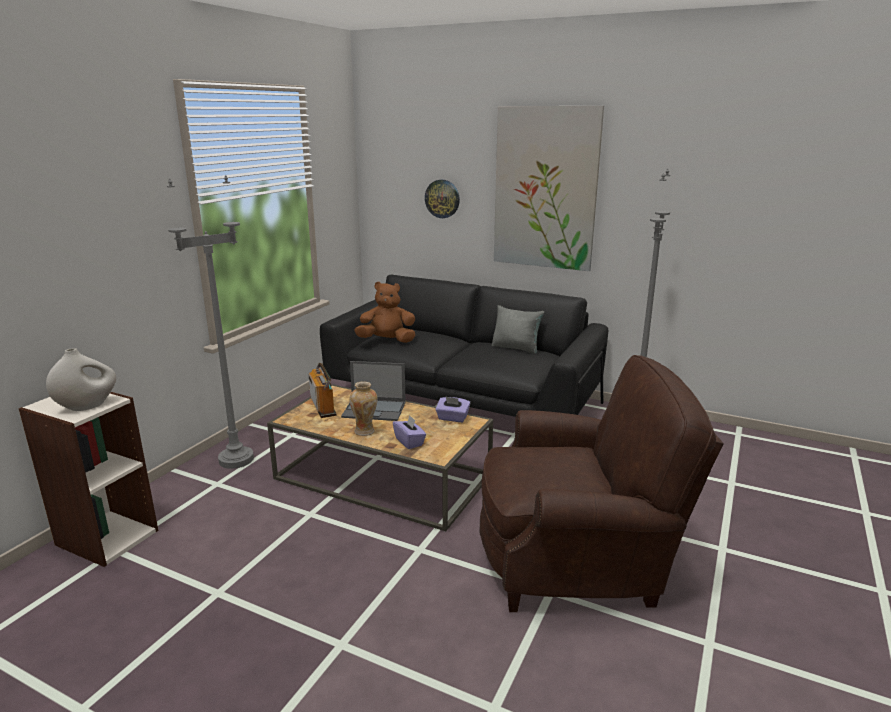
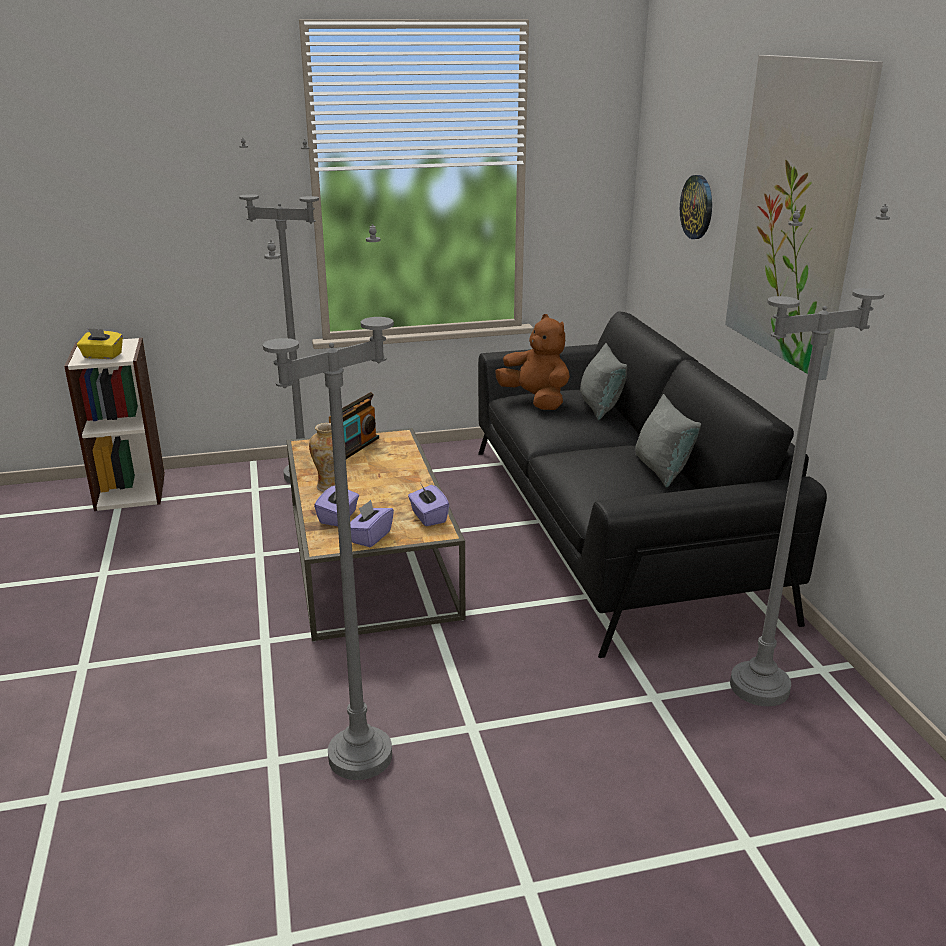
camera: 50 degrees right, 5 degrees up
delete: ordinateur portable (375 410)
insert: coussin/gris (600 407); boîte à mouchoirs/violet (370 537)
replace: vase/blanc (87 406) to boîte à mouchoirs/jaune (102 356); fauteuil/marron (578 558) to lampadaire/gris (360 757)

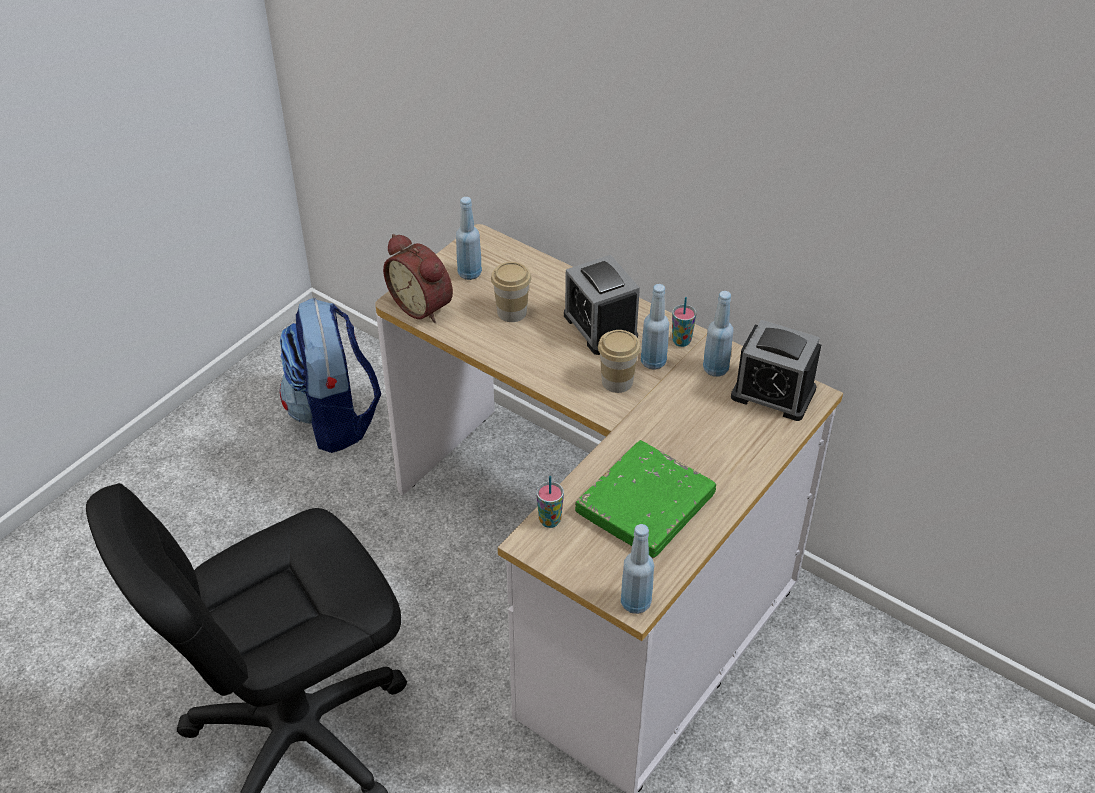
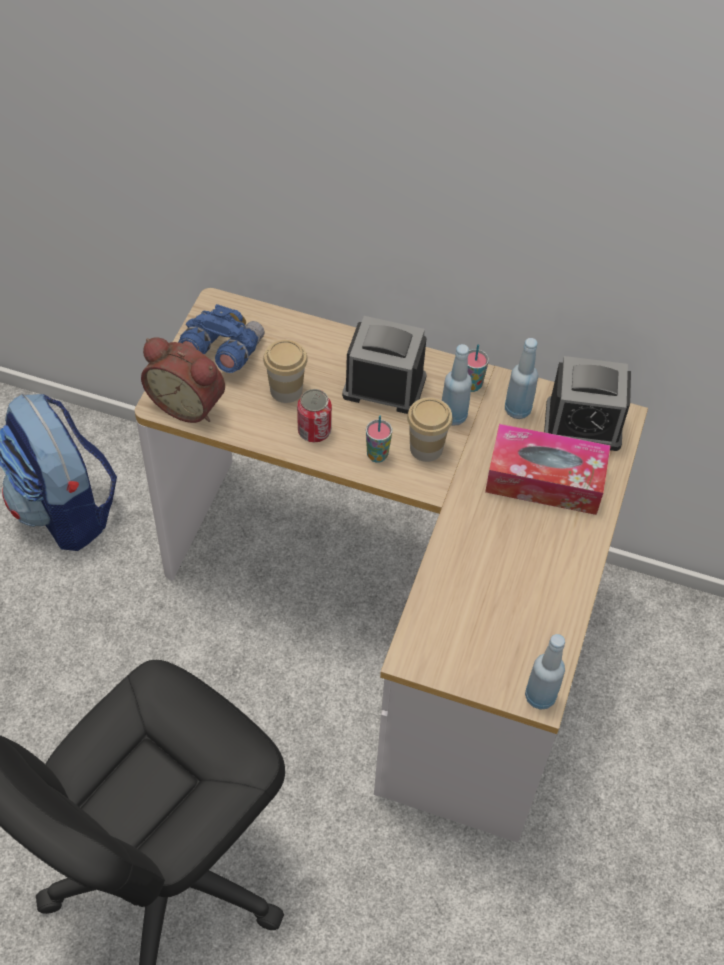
camera: 20 degrees left, 10 degrees up
delete: livre/vert (645 504)
insert: boîte métallique (314 431); boîte à mouchoirs (544 480)
move: tasse (550 520) to (377 455)
replace: bouteille/bleu (469 273) to jumelles/bleu (222 352)
rotate: réveil (600 327) = (384 386) 150 degrees clockwise

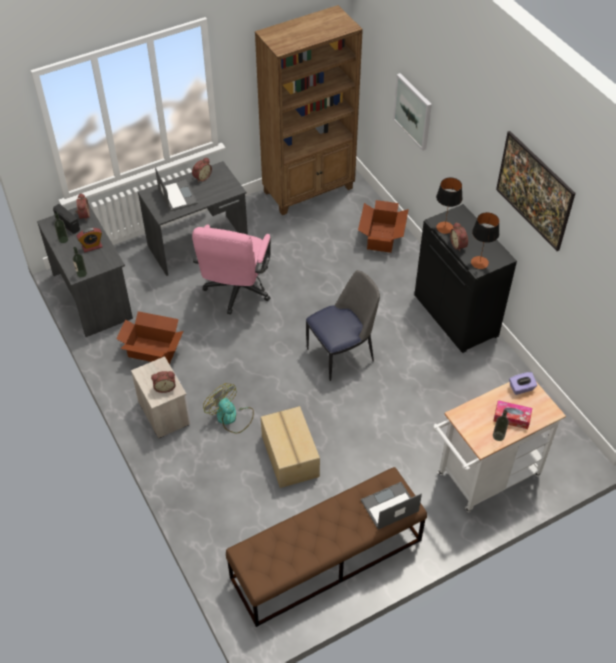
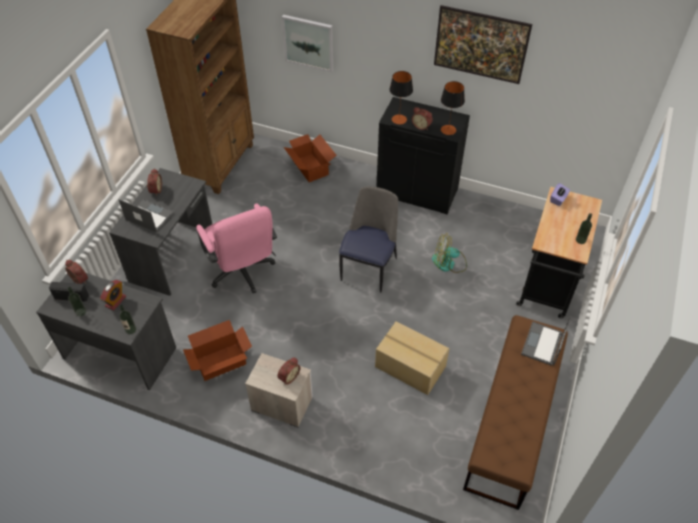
camera: 40 degrees left, 0 degrees up
delete: boîte à mouchoirs (511 418)
move: ventilateur (231 417) to (448 263)
recolor: chariot/blanc (483 478) to chariot/noir (546 289)

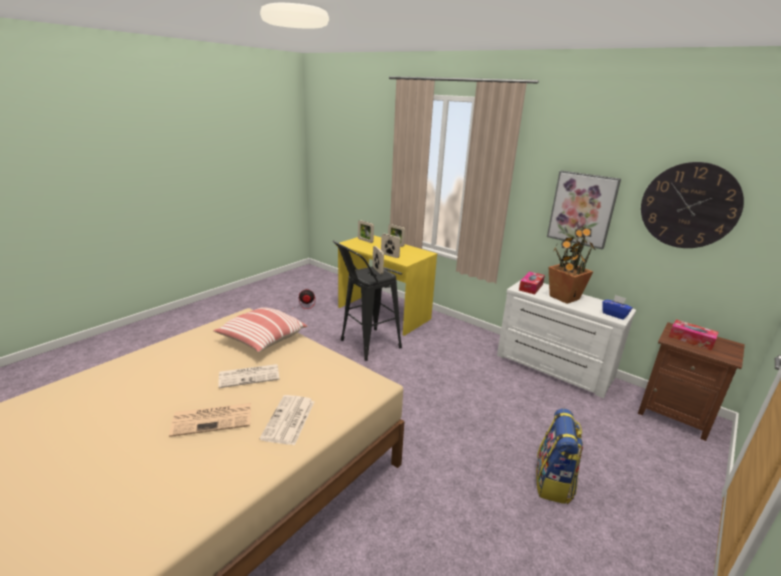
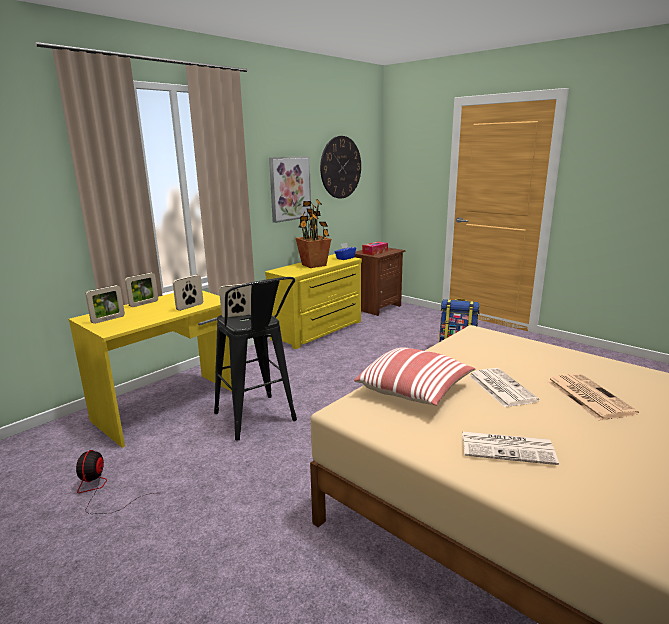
camera: 85 degrees left, 5 degrees down
delete: boîte à mouchoirs (531 287)
move: journal (289 420) to (508 448)
recolor: commode/blanc (552 368) to commode/jaune (319 331)

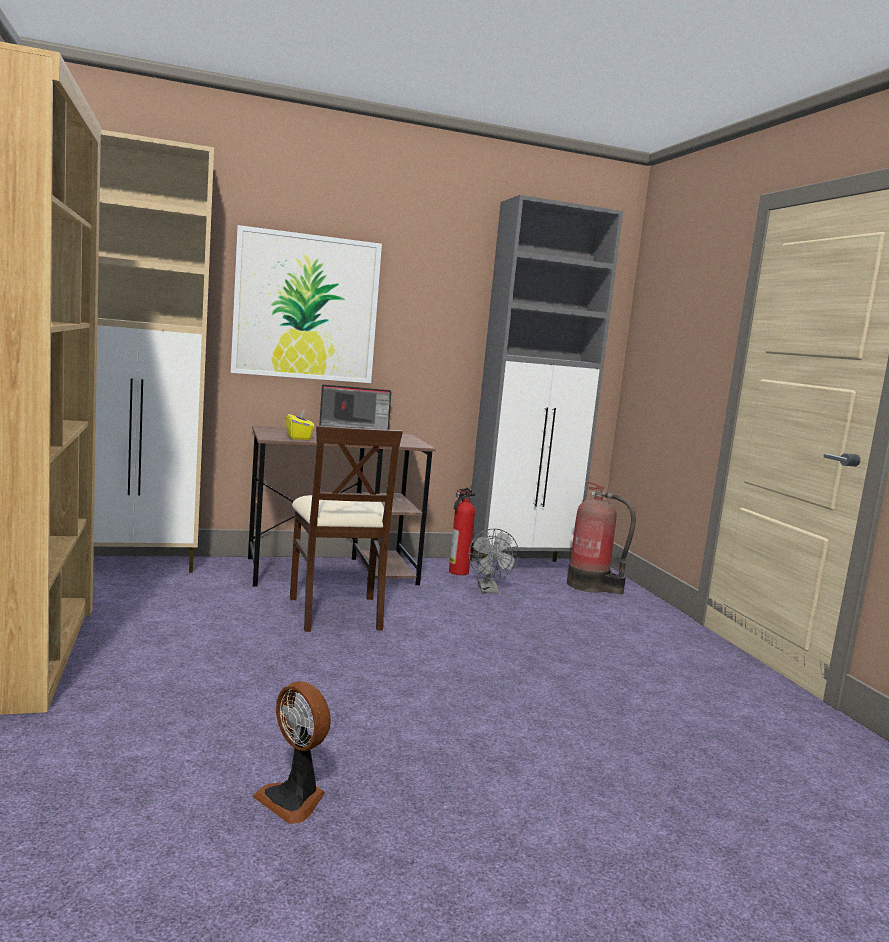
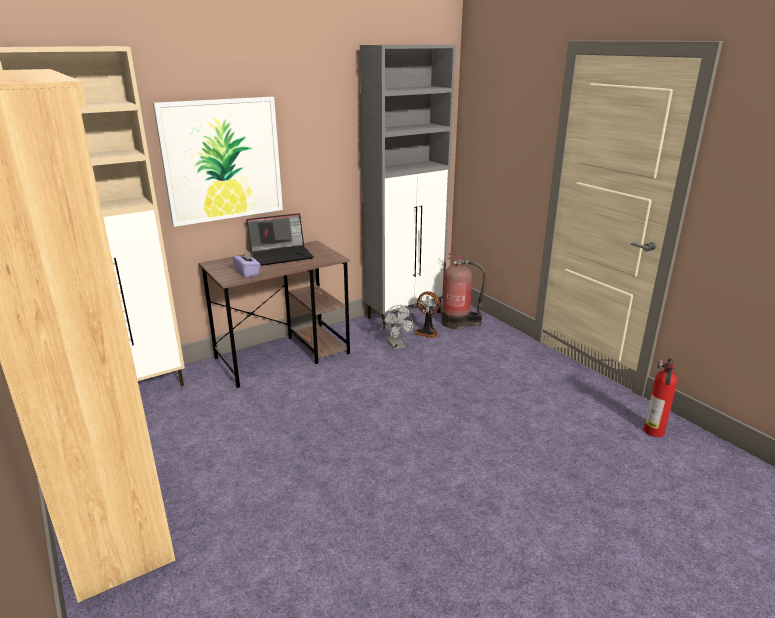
camera: 15 degrees left, 15 degrees up
delete: chaise/beige (336 612)
move: extincteur (457 572) to (654 432); ventilateur (294 799) to (427 332)
recolor: boîte à mouchoirs/jaune (299 437) to boîte à mouchoirs/violet (247 273)

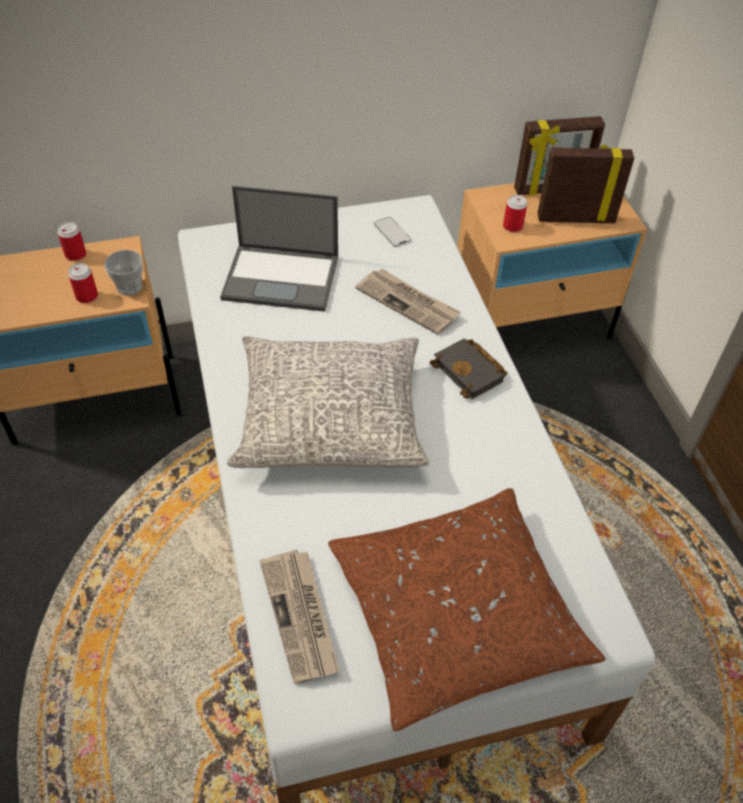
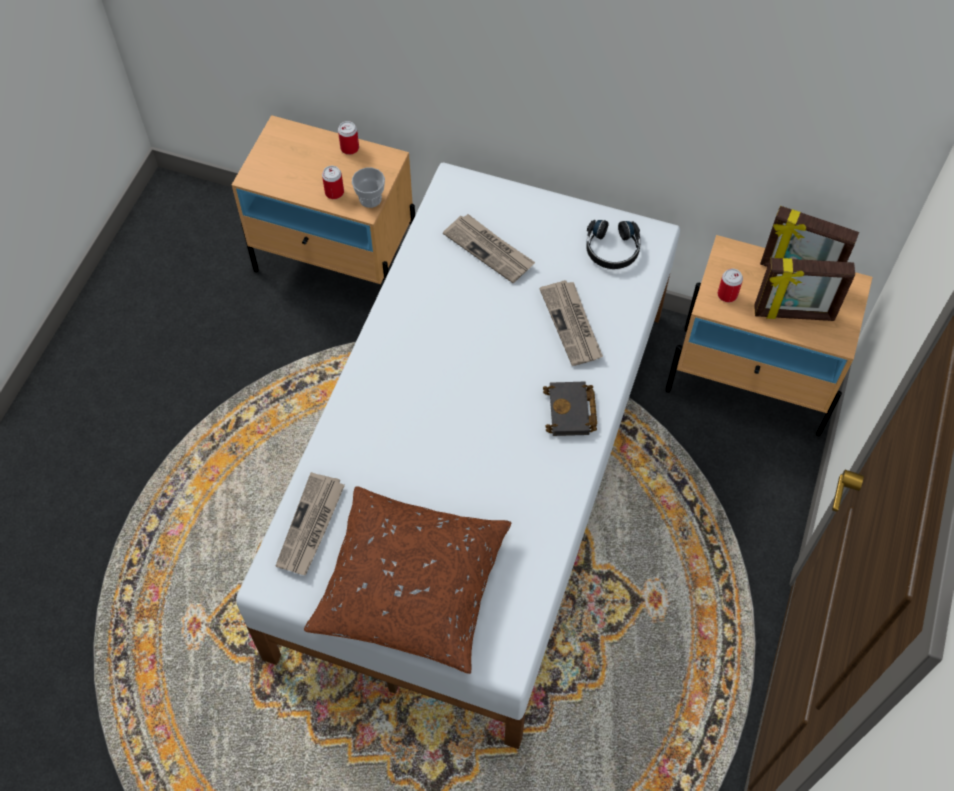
camera: 35 degrees right, 10 degrees up
delete: coussin/gris (330 418)
replace: ordinateur portable (282 278) to journal (489 249); téléphone (392 233) to casque audio/noir (612 250)
rotate: cadre photo (575 218) = (794 314) 150 degrees clockwise

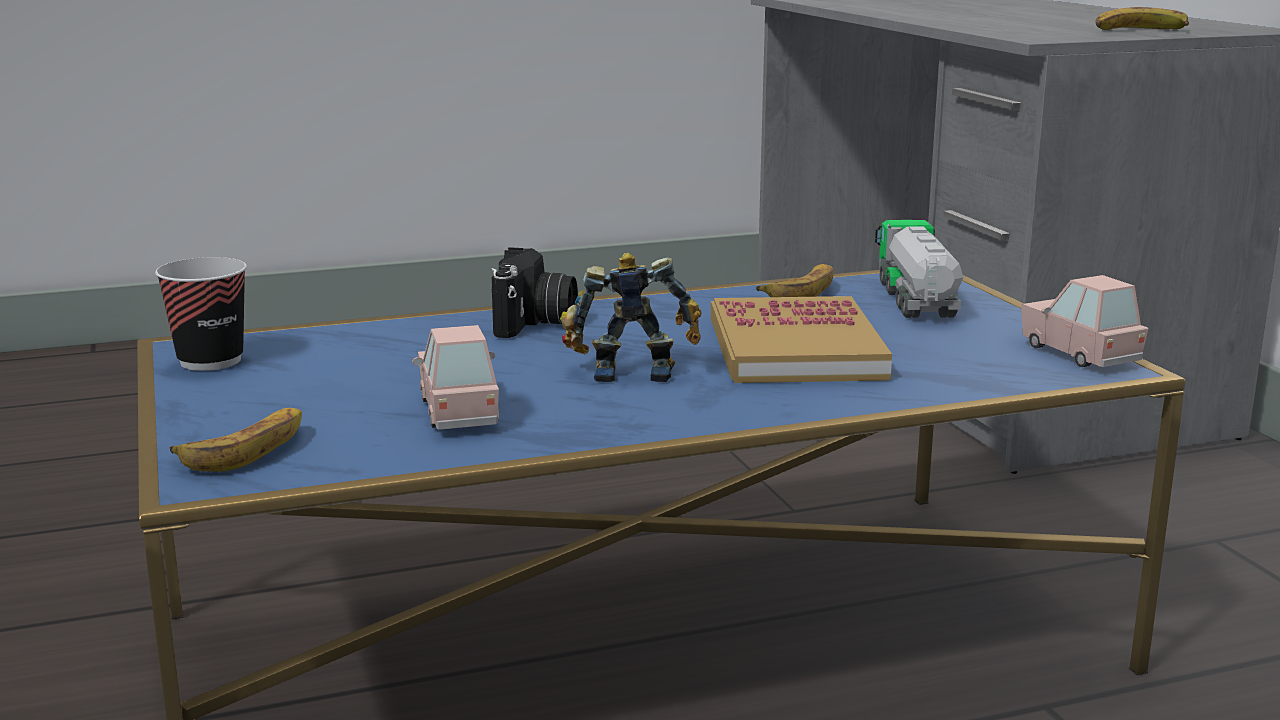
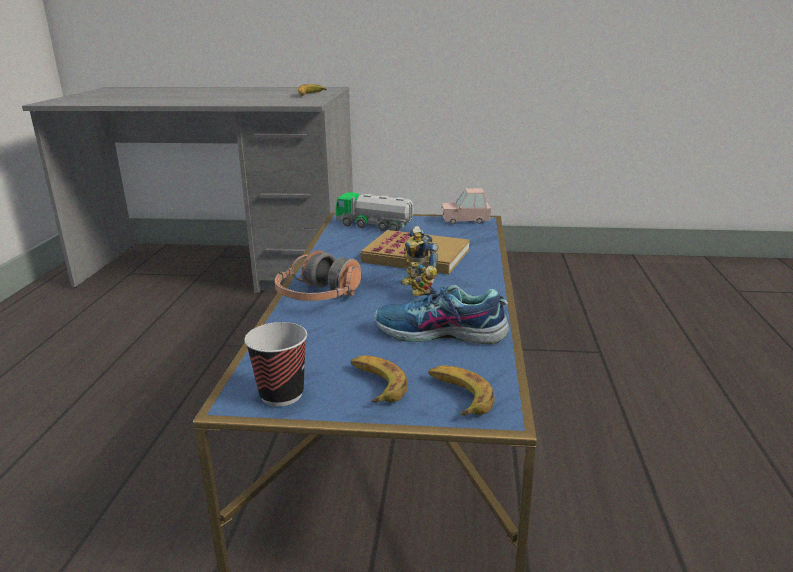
camera: 65 degrees left, 5 degrees up
move: banane (802 292) to (375 384)
replace: appareil photo (535 323) to casque audio (319 296); petite voiture/rose (458 411) to chaussure (440 334)
rotate: robot jouet (631 371) = (415 289) 45 degrees counterclockwise

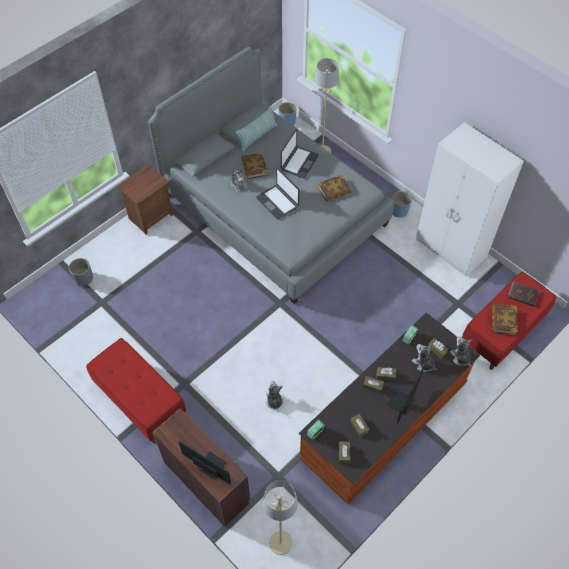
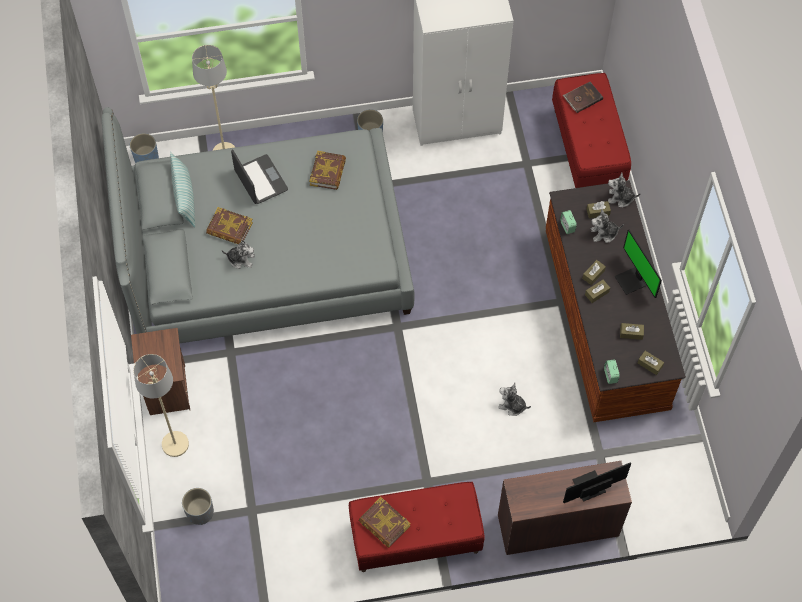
camera: 55 degrees left, 5 degrees up
delete: ordinateur portable (278 202)
move: livre (503 320) to (384 524); lampadaire/beige (280 543) to (175 444)

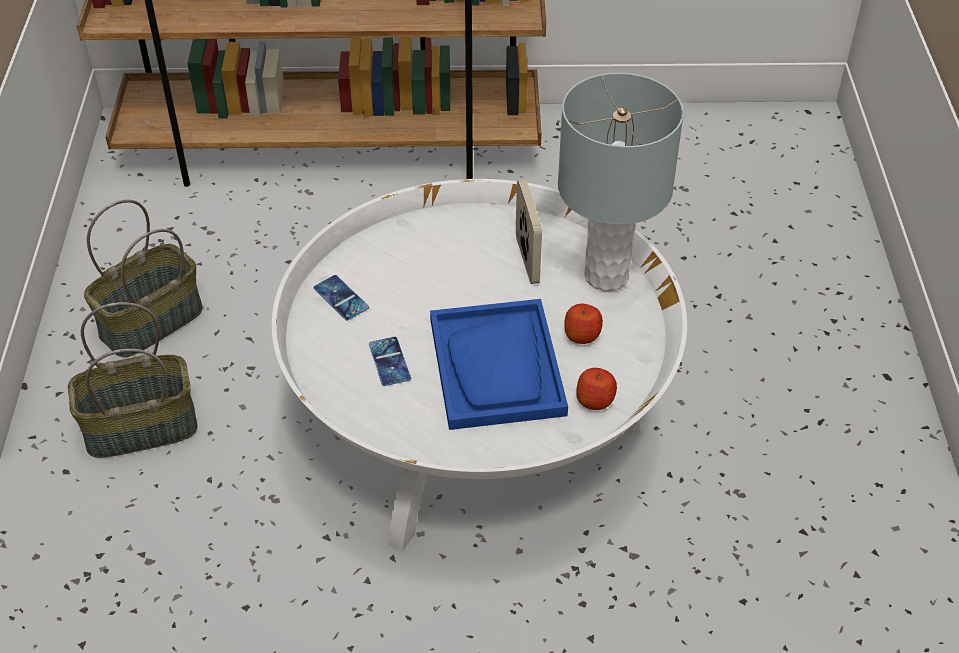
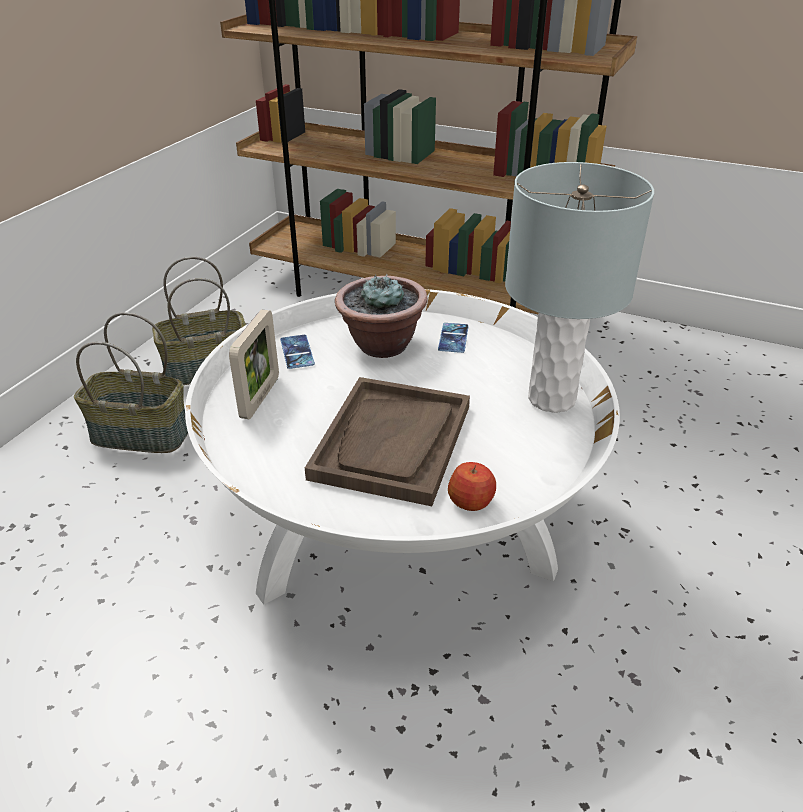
camera: 25 degrees right, 10 degrees down
delete: pomme (582 335)
insert: plante en pot (381 345)
move: cadre photo (527 260) to (260 397); téléphone (389 361) to (453 338)
recolor: plateau/bleu (497 367) to plateau/marron (392 442)

